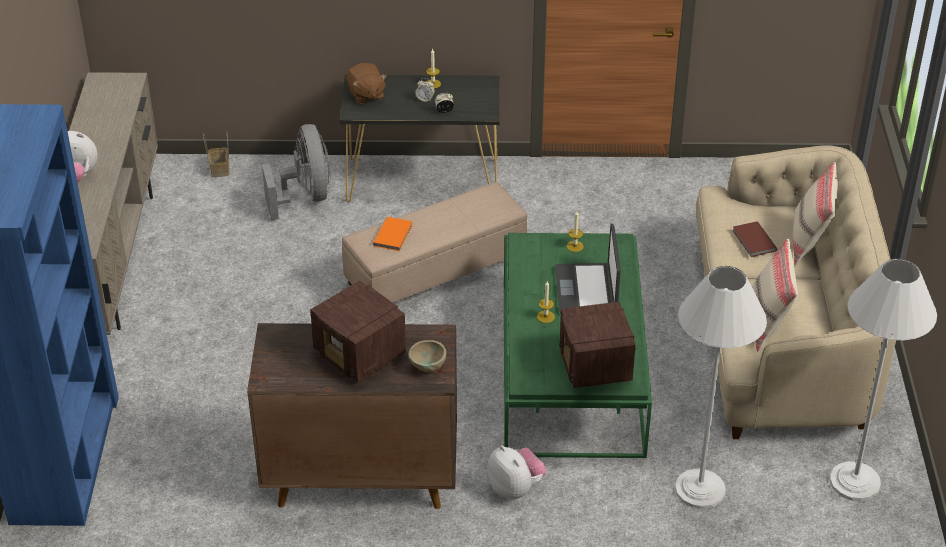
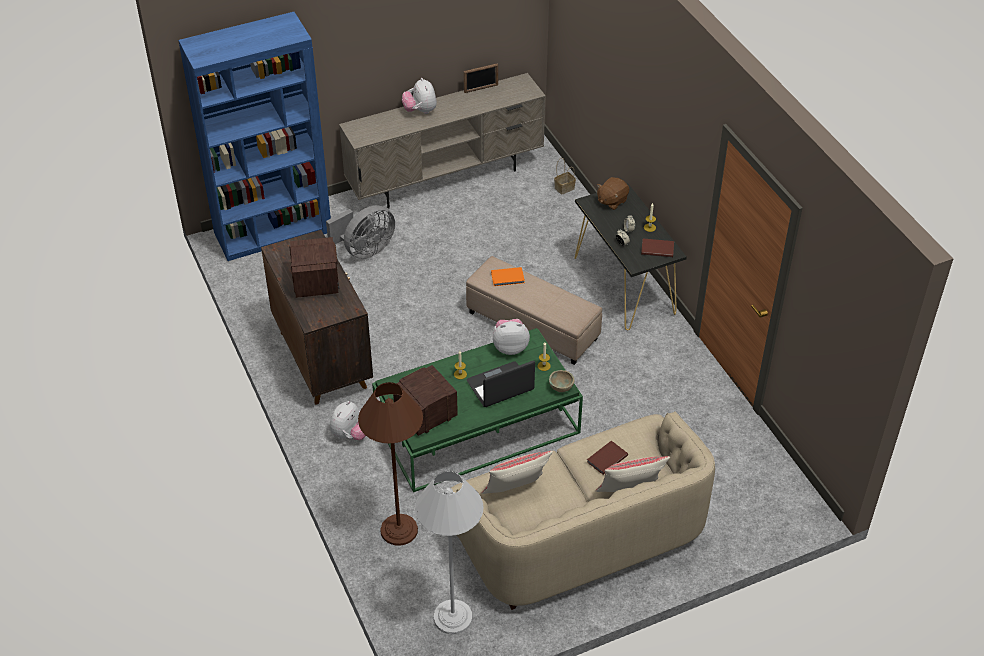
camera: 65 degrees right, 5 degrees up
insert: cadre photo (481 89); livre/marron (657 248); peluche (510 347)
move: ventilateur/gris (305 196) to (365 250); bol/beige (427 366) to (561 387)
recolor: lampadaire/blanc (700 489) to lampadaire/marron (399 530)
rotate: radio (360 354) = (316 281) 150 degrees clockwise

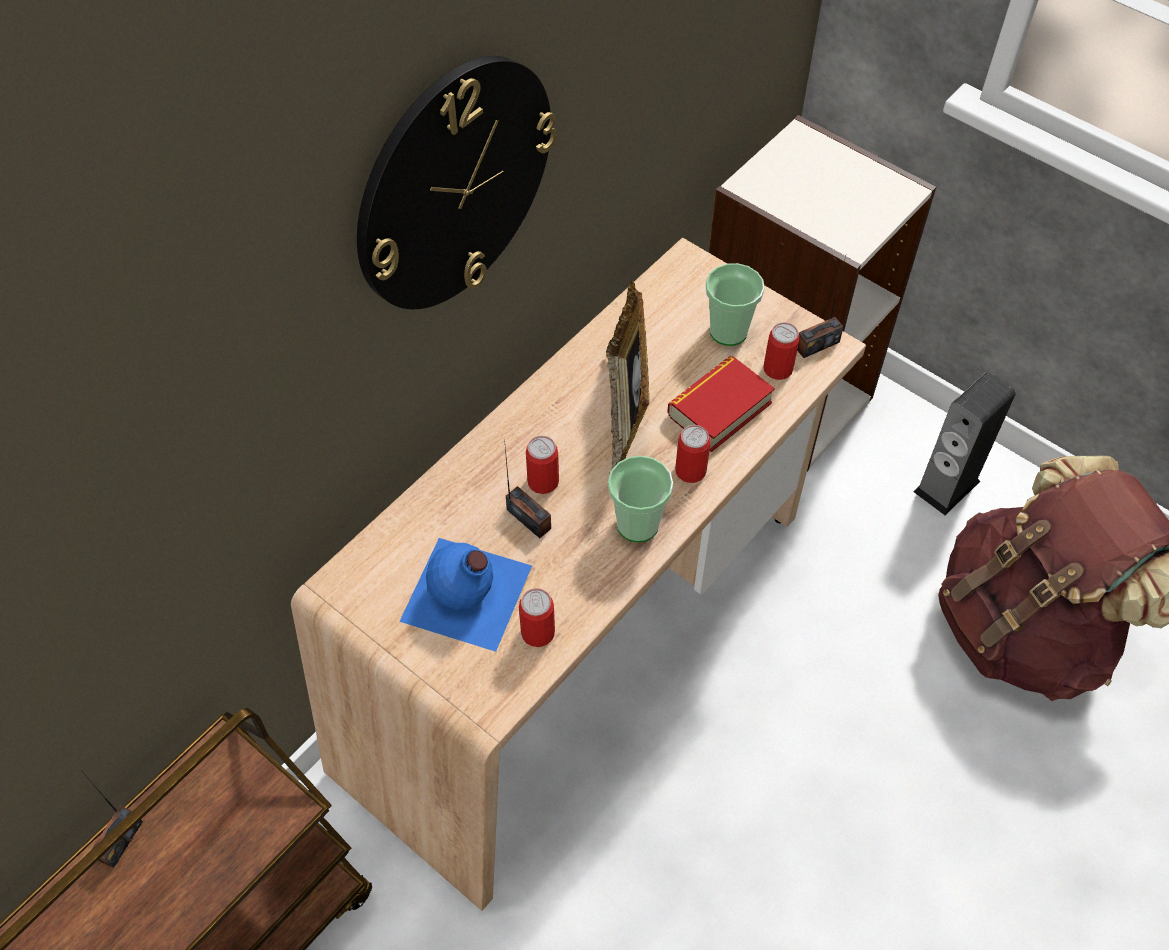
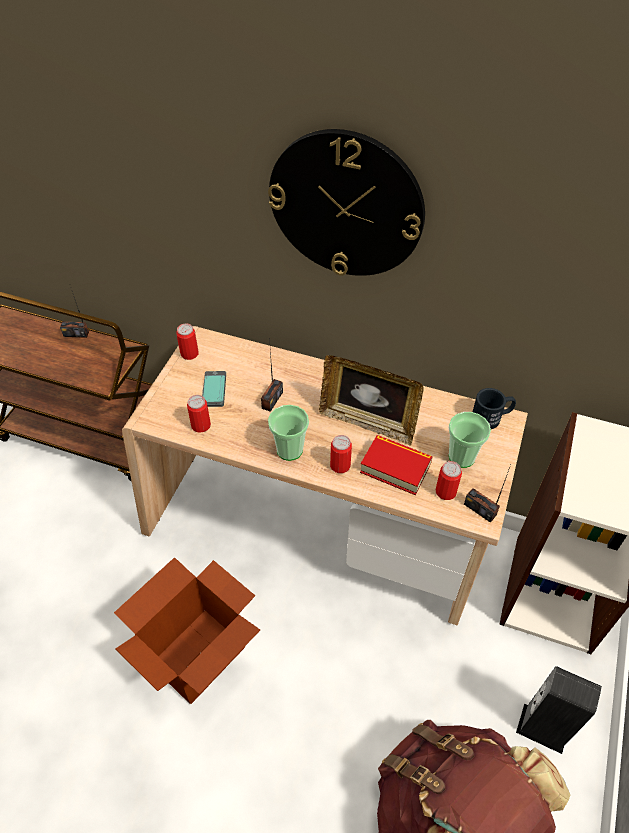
camera: 70 degrees right, 5 degrees down
insert: mug/noir (491 417); carton (198 654)
move: boîte métallique (543 481) to (189 354)
replace: bouteille/bleu (467 595) to téléphone (214 389)
rotate: cadre photo (625 413) = (368 422) 135 degrees counterclockwise

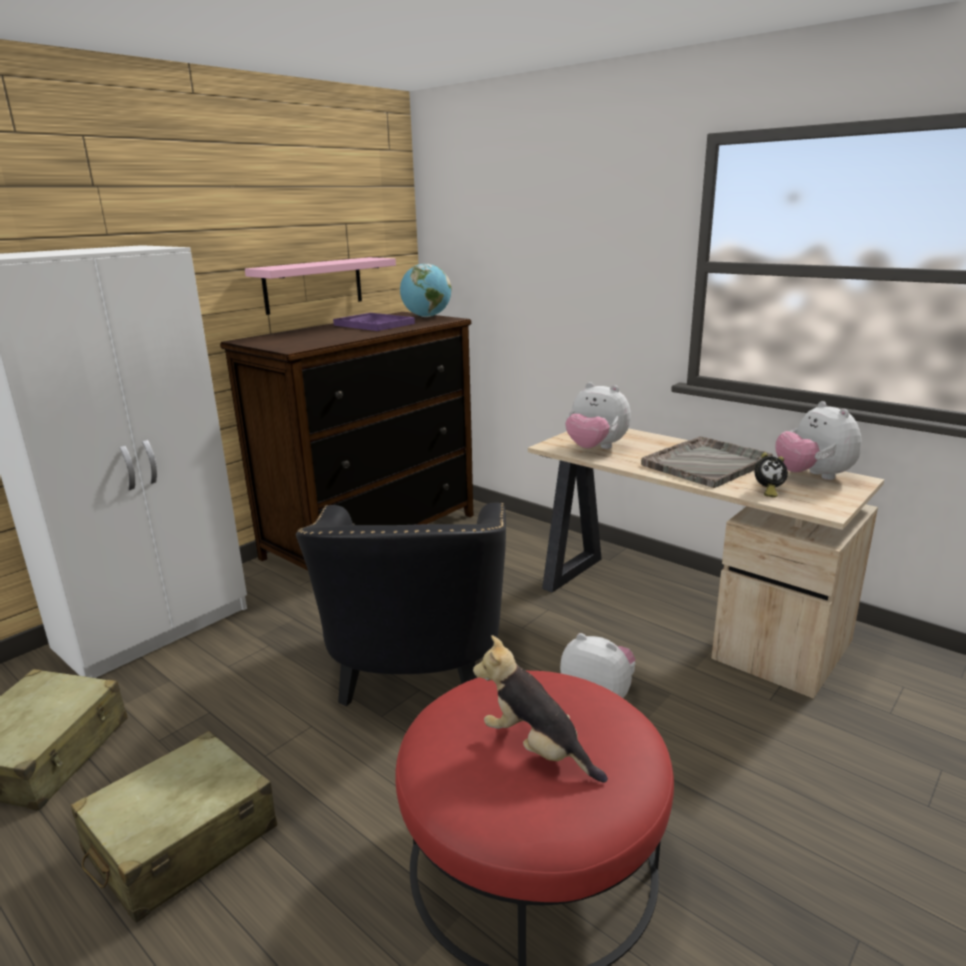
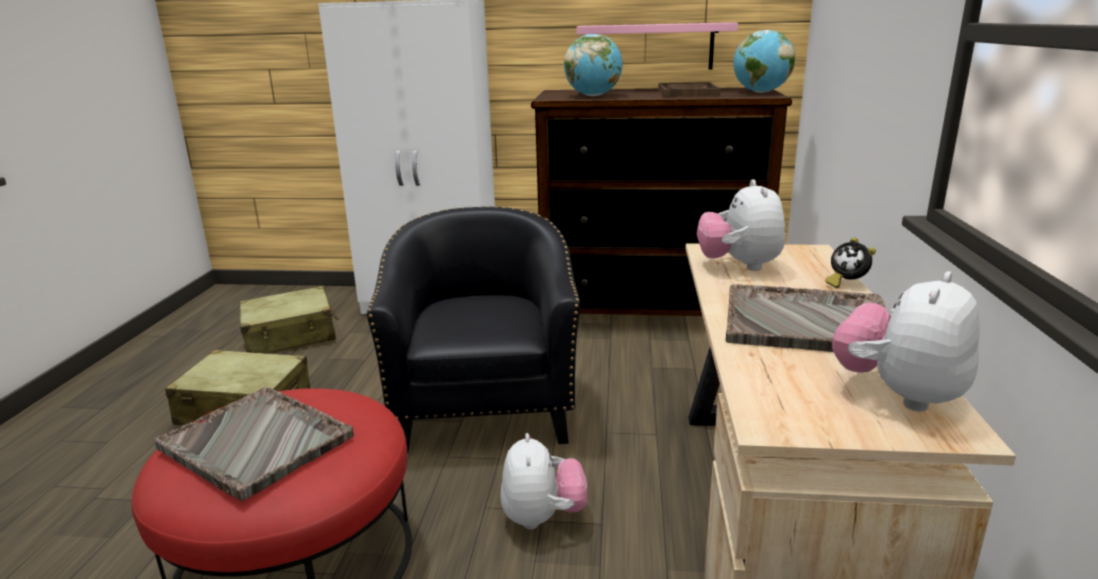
camera: 55 degrees right, 0 degrees up
insert: globe (593 96)
move: réveil (767 491) to (846 283)
replace: peluche (536 749) to plateau/gris (256 443)
recolor: plateau/violet (374 324) to plateau/marron (688 92)
rotate: fauteuil/noir (414 669) = (485 407) 120 degrees clockwise

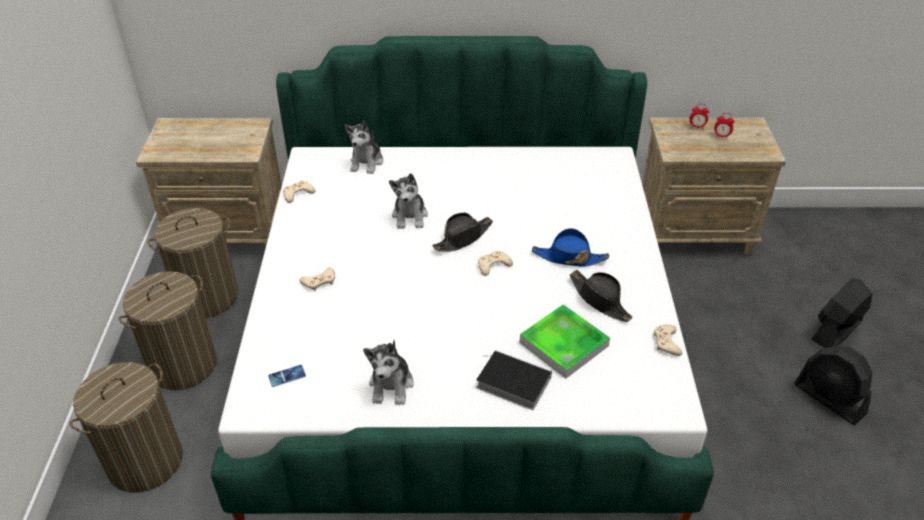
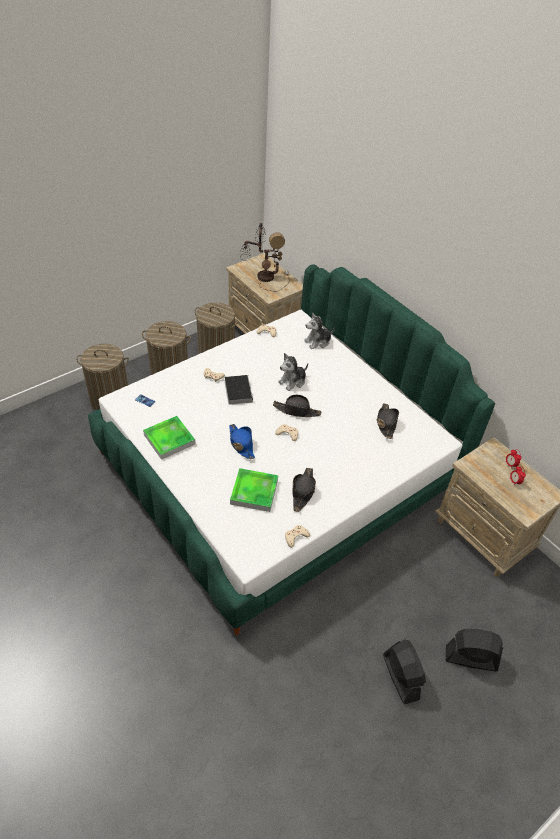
camera: 50 degrees right, 5 degrees up
insert: lampe de table (264 276); chapeau/noir (386 423)
move: chapeau/bleu (569 257) to (241 443); livre (511 382) to (237 390)
replace: peluche (391 385) to plateau (169 439)
rotate: ventilateur/noir (829 399) = (400 676) 150 degrees clockwise

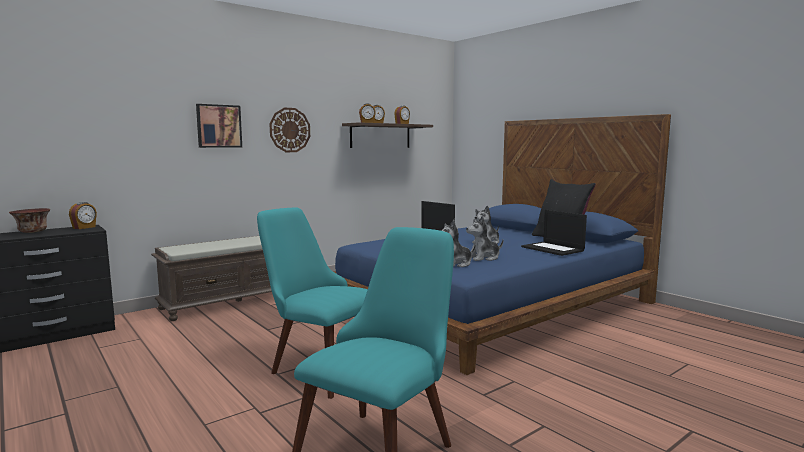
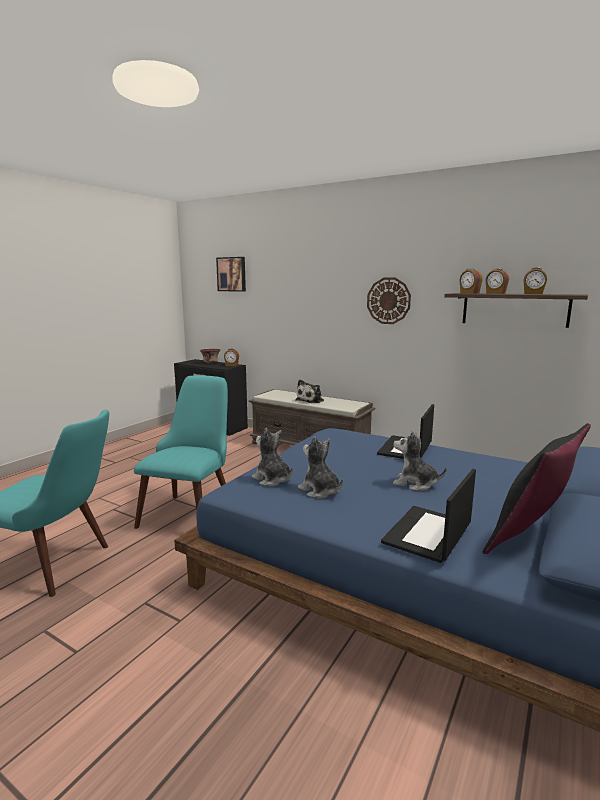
camera: 70 degrees right, 5 degrees up
insert: peluche (311 400)
move: tableau (218 126) to (232 274)

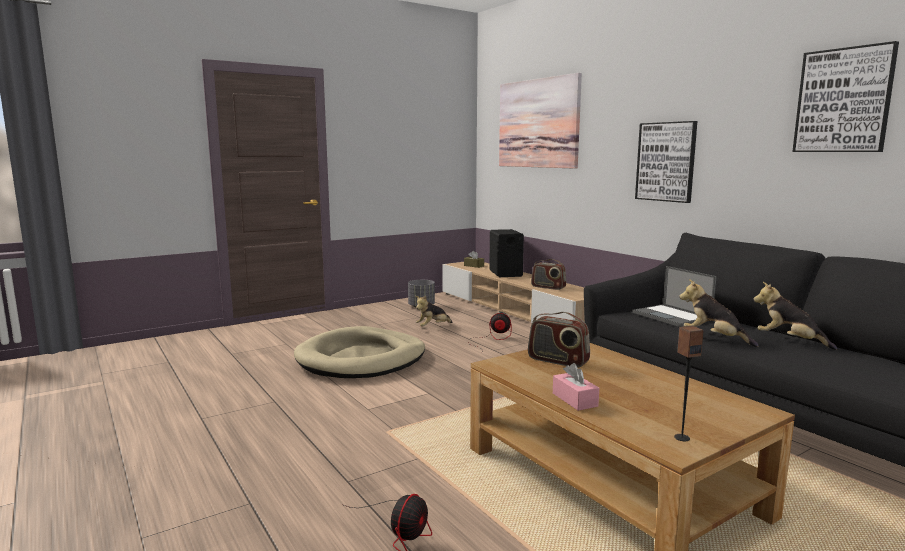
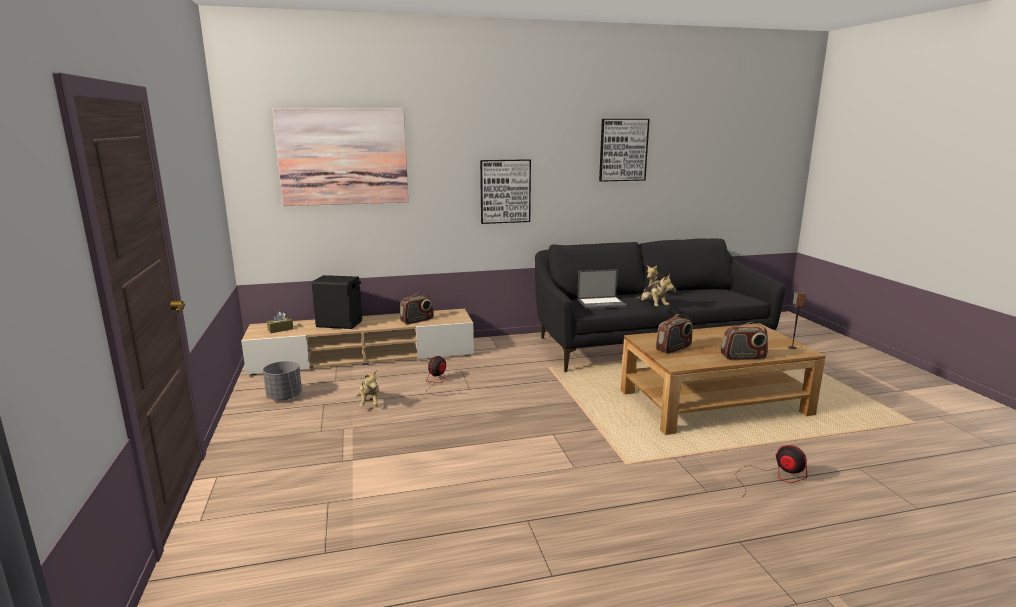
camera: 70 degrees left, 5 degrees up
delete: panier pour chien/beige (361 359)
replace: boîte à mouchoirs/rose (574 400) to radio (743 357)
rotate: peluche (714 338) = (652 306) 90 degrees counterclockwise

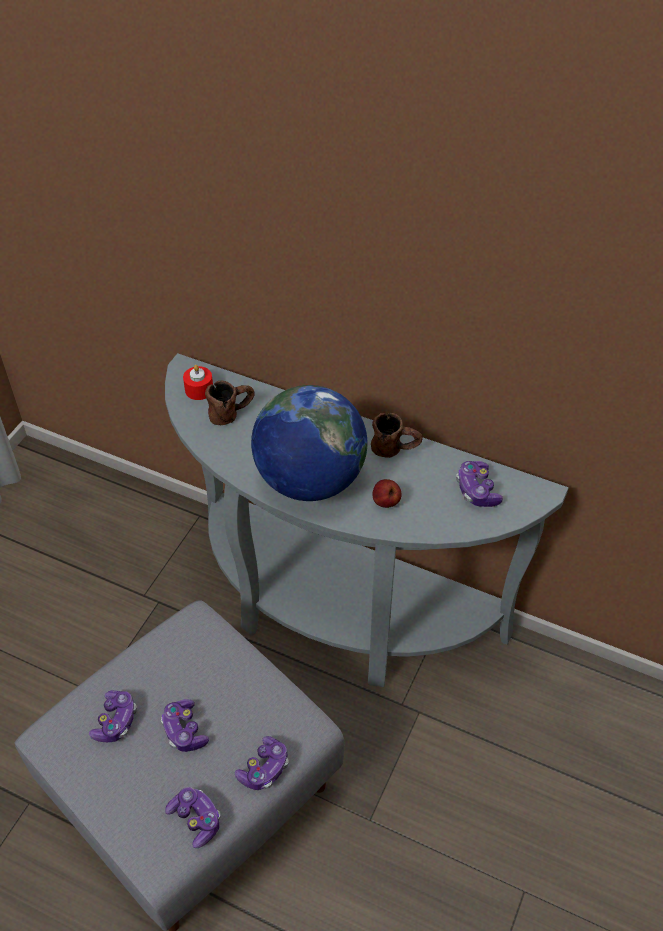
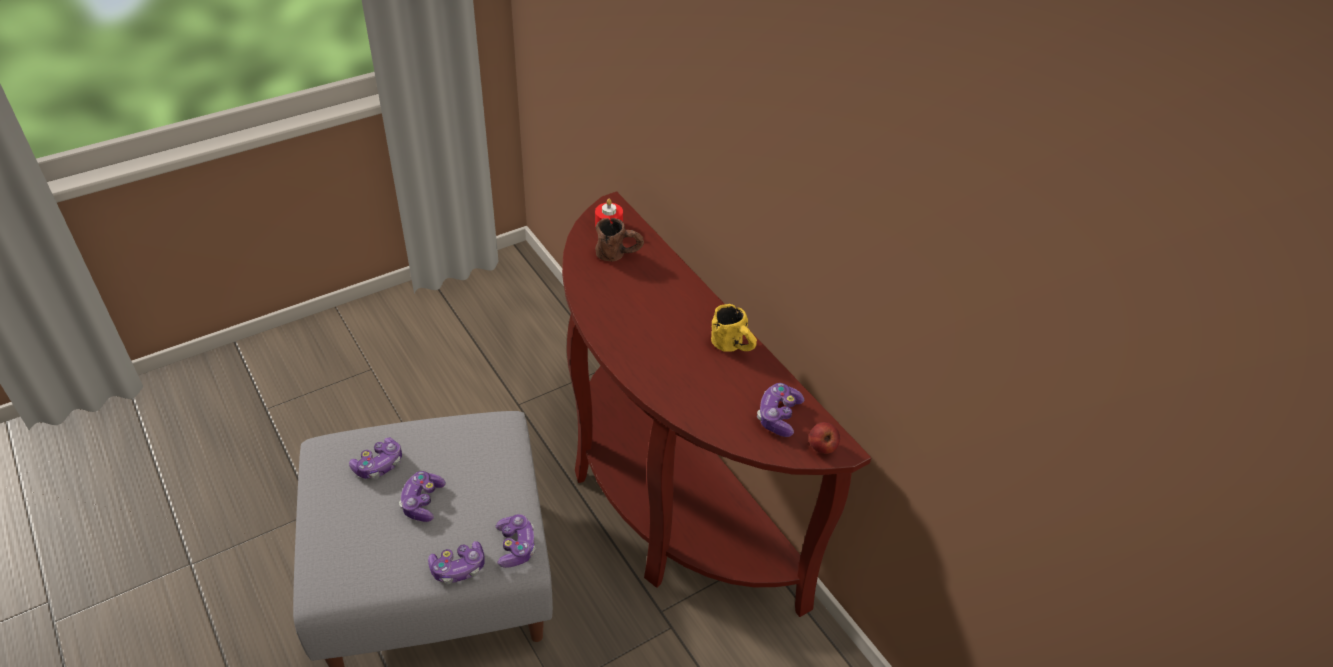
camera: 30 degrees right, 5 degrees down
delete: globe (309 480)
move: pomme (385 502) to (822 447); manette (196 819) to (516 546)
recolor: table console/gris (335 609) to table console/marron (665 500); mug/marron (395 449) to mug/jaune (734 347)

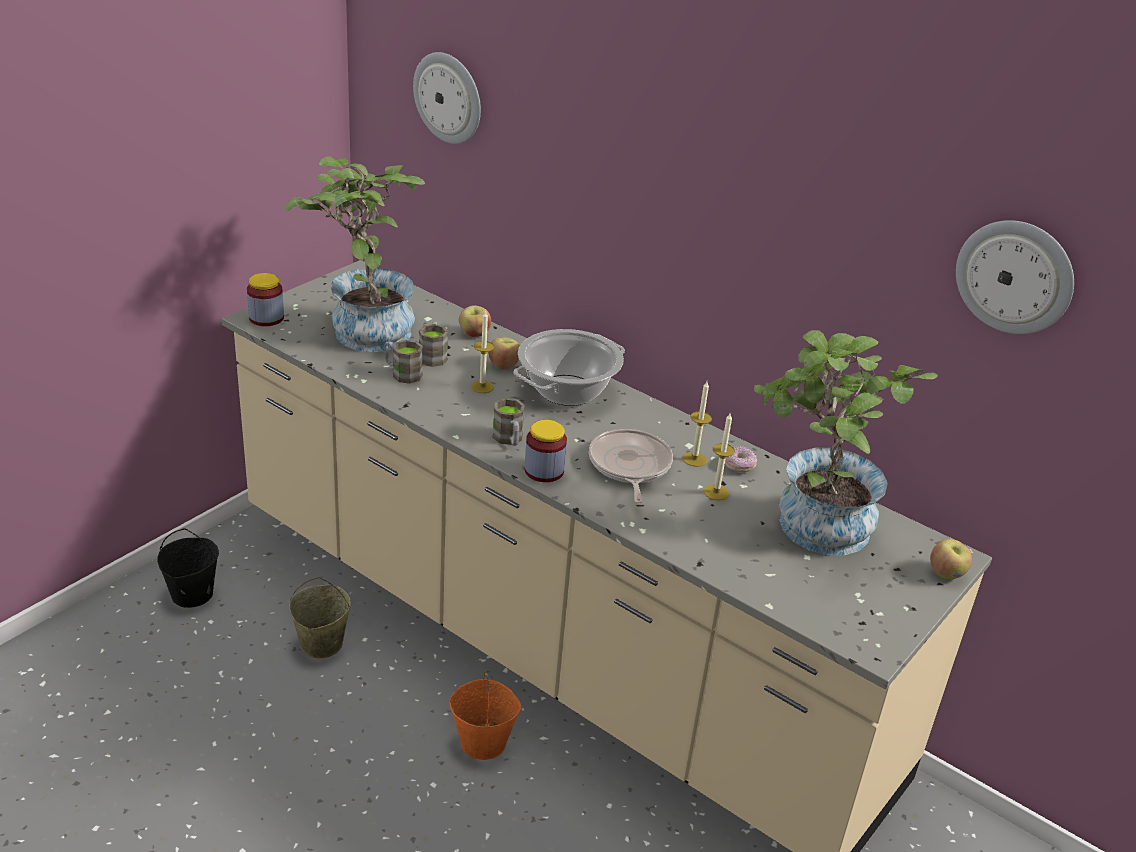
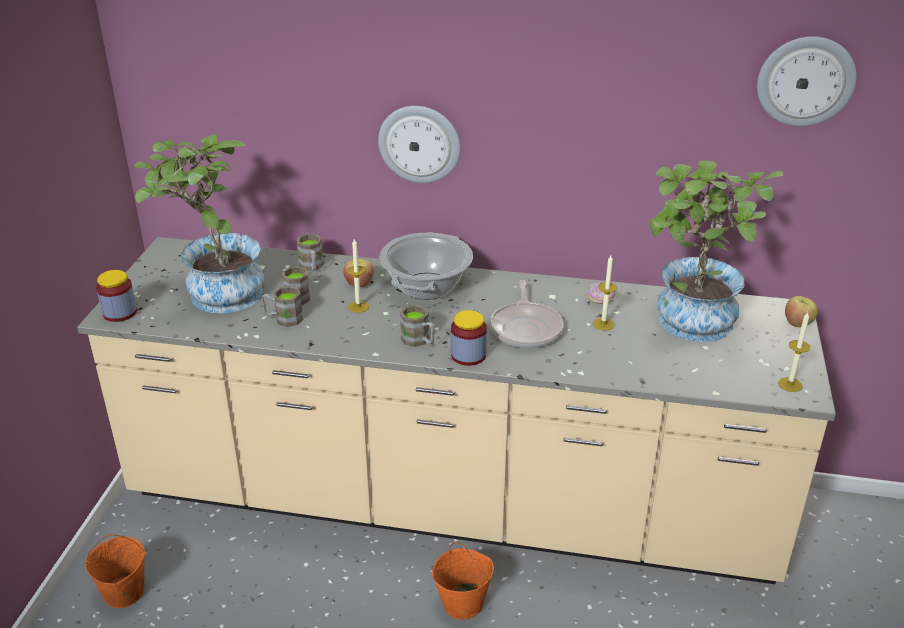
camera: 25 degrees left, 0 degrees up
delete: seau/beige (321 644)
move: horloge murale (448 97) to (419 144); bougie (694 459) to (790 384)
replace: pomme (474 334) to mug/marron (312 267)
recolor: seau/noir (191 594) to seau/orange (124 593)
rotate: poêle (629 466) = (526 328) 150 degrees counterclockwise

